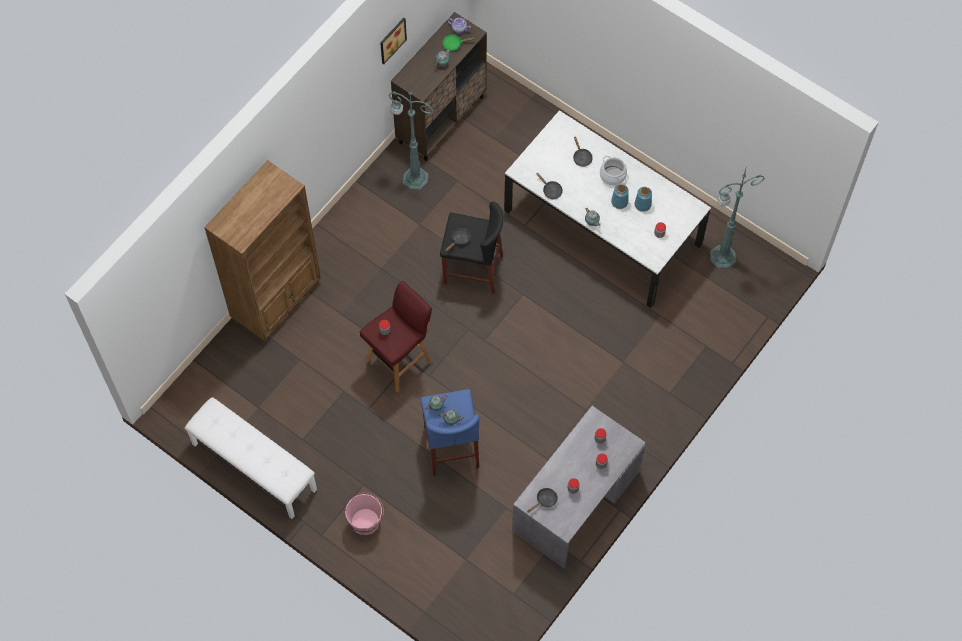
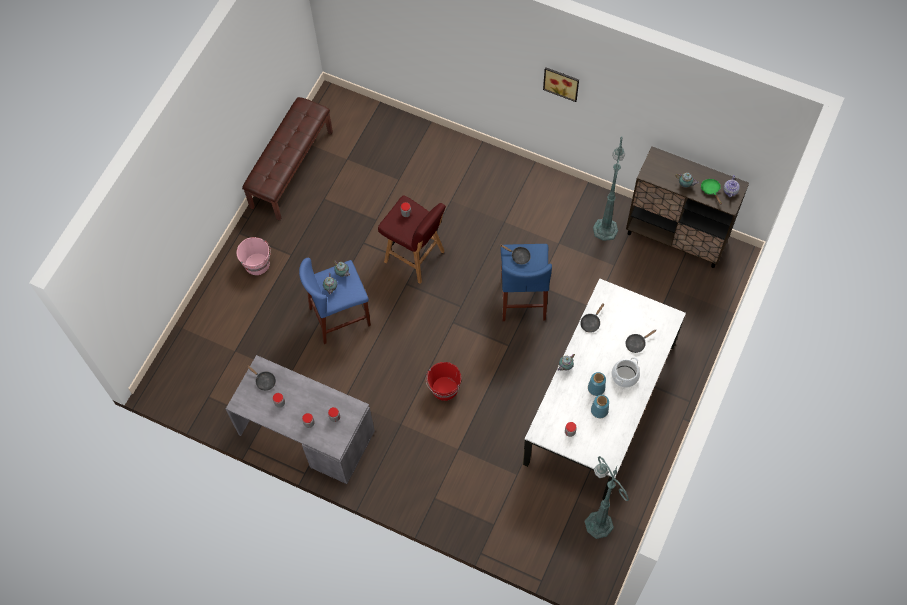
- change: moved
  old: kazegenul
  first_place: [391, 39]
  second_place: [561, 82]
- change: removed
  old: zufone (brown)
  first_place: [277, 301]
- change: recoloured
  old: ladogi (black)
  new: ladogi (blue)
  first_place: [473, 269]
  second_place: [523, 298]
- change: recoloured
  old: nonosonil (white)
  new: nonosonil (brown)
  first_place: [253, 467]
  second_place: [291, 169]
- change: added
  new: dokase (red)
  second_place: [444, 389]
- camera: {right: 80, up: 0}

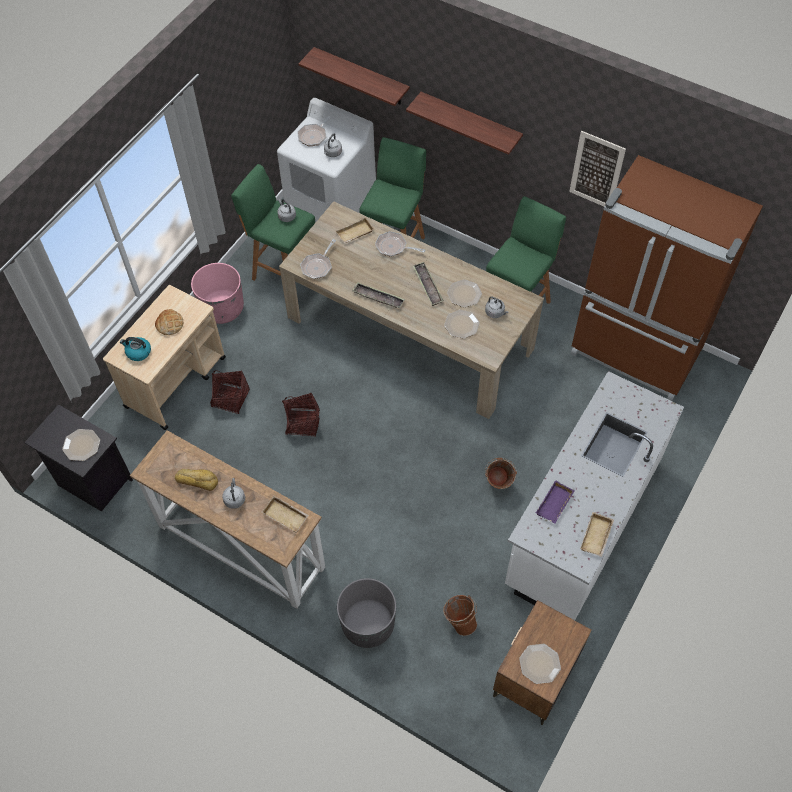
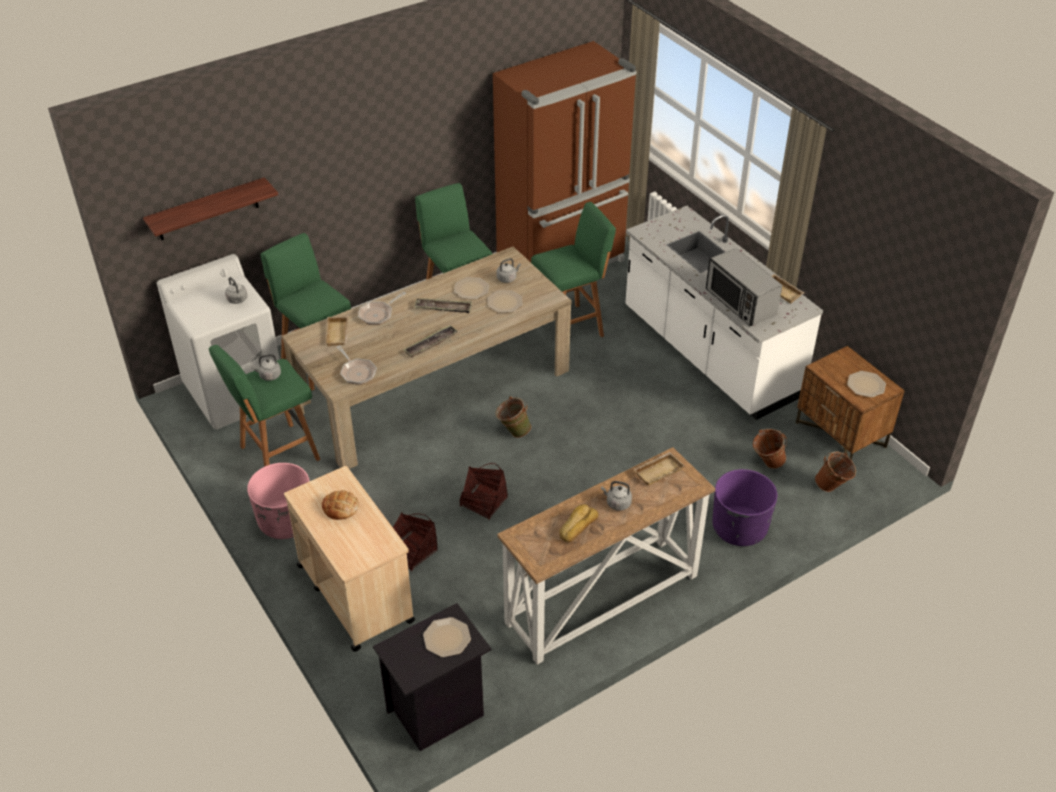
- change: removed
  old: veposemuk
  first_place: [470, 122]
- change: removed
  old: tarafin
  first_place: [314, 135]
- change: removed
  old: kazegenul
  first_place: [596, 170]
- change: removed
  old: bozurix
  first_place: [138, 352]
- change: moved
  old: dokase (brown)
  first_place: [498, 485]
  second_place: [832, 488]
- change: replaced
  old: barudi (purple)
  new: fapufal
  first_place: [555, 505]
  second_place: [740, 302]
- change: recoloured
  old: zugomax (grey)
  new: zugomax (purple)
  first_place: [368, 624]
  second_place: [739, 528]
- change: added
  new: ladogi (green)
  second_place: [570, 327]
- change: added
  new: dokase (green)
  second_place: [513, 432]
- camera: {right: -65, up: -15}

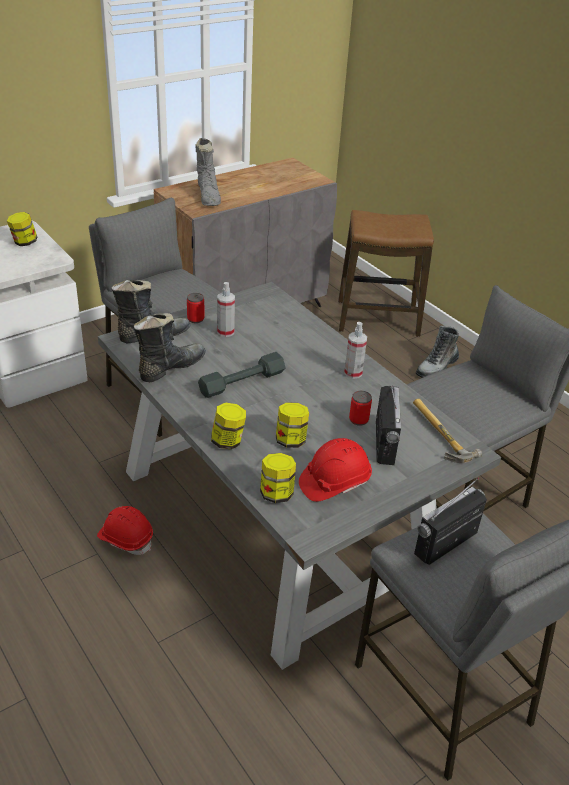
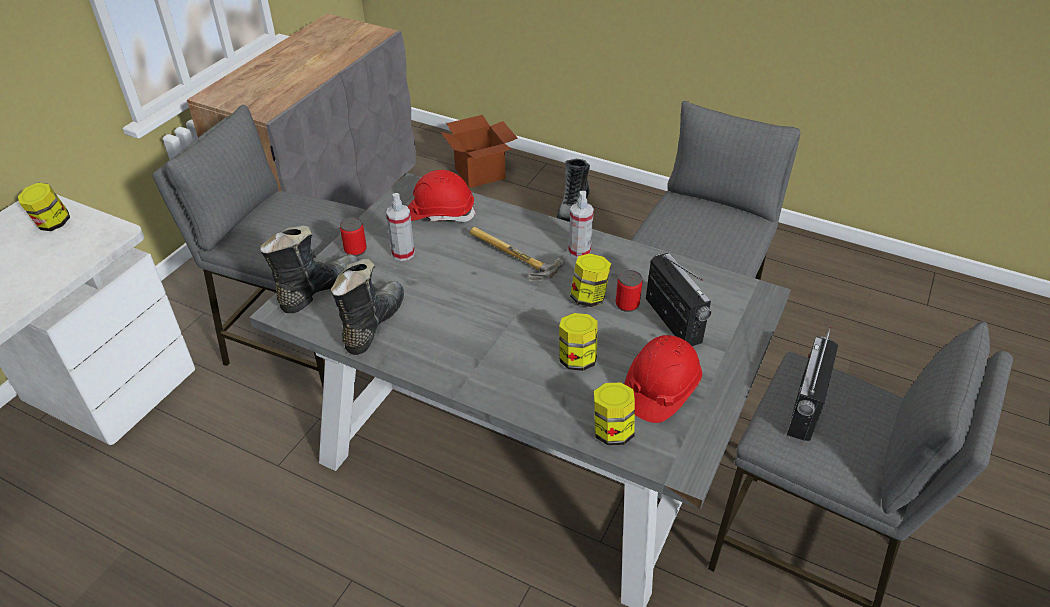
- change: removed
  old: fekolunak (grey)
  first_place: [209, 197]
- change: replaced
  old: ladogi
  new: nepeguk
  first_place: [377, 319]
  second_place: [480, 174]
- change: removed
  old: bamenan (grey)
  first_place: [242, 382]
- change: moved
  old: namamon
  first_place: [437, 435]
  second_place: [510, 259]
- change: moved
  old: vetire
  first_place: [228, 441]
  second_place: [589, 297]
- change: moved
  old: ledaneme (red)
  first_place: [126, 538]
  second_place: [439, 213]
- camera: {right: -25, up: 5}

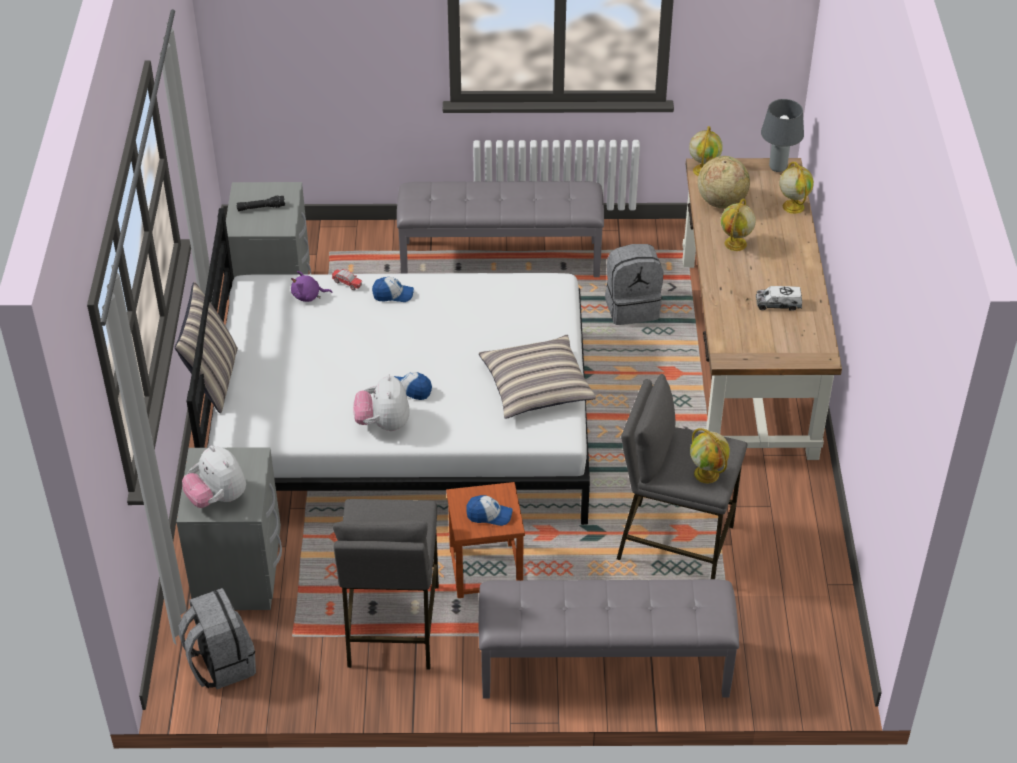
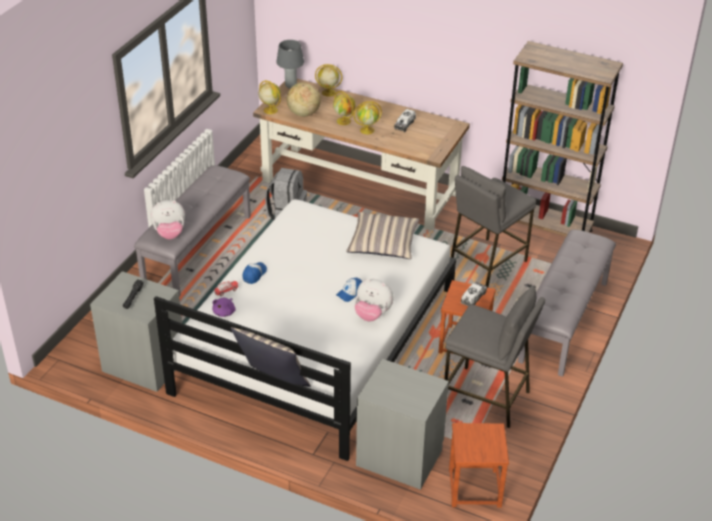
- change: moved
  old: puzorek
  first_place: [707, 474]
  second_place: [367, 130]
- change: moved
  old: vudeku
  first_place: [217, 498]
  second_place: [169, 234]
- change: replaced
  old: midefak
  new: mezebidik
  first_place: [489, 515]
  second_place: [473, 298]
- change: replaced
  old: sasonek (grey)
  new: ladogi (brown)
  first_place: [220, 663]
  second_place: [474, 488]
- change: added
  new: zufone (brown)
  second_place: [544, 228]
- camera: {right: -65, up: -5}

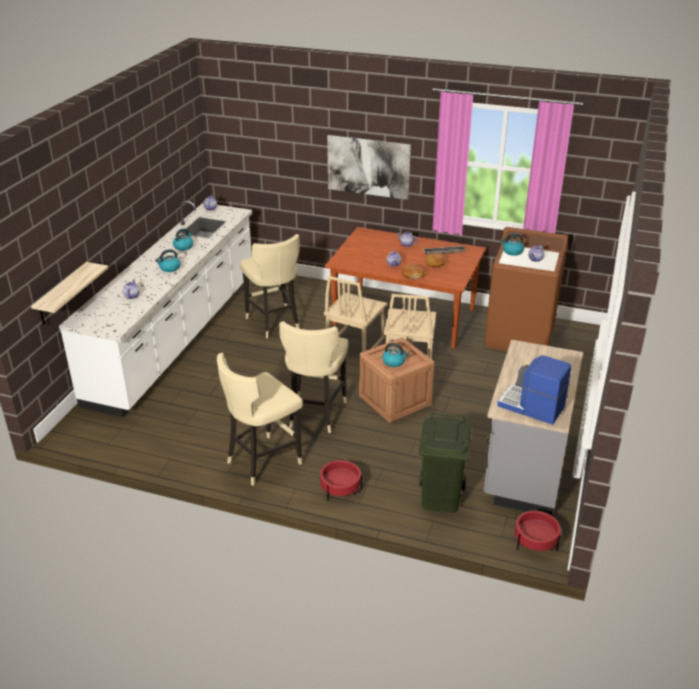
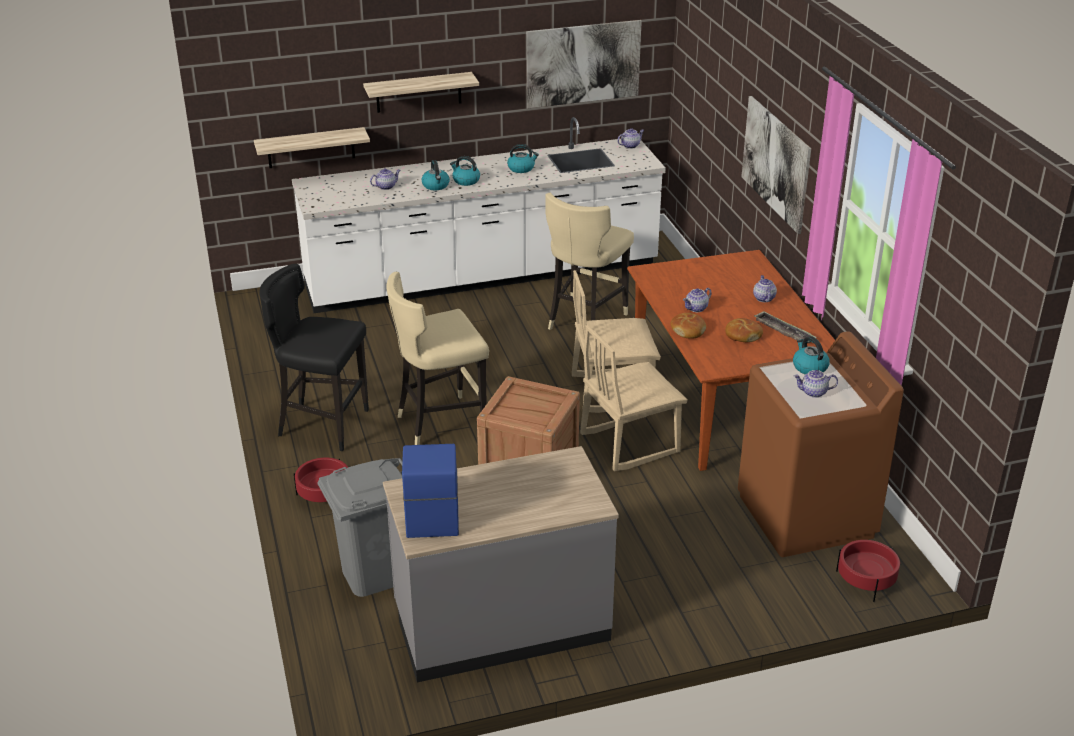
- change: moved
  old: bozurix
  first_place: [394, 362]
  second_place: [436, 186]
- change: recoloured
  old: ladogi (beige)
  new: ladogi (black)
  first_place: [262, 461]
  second_place: [322, 425]
- change: recoloured
  old: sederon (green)
  new: sederon (grey)
  first_place: [439, 497]
  second_place: [373, 574]
- change: moved
  old: zugomax (red)
  first_place: [535, 541]
  second_place: [866, 580]
- change: added
  new: kazegenul
  second_place: [583, 63]
- change: added
  new: veposemuk
  second_place: [418, 92]
- camera: {right: 55, up: 0}

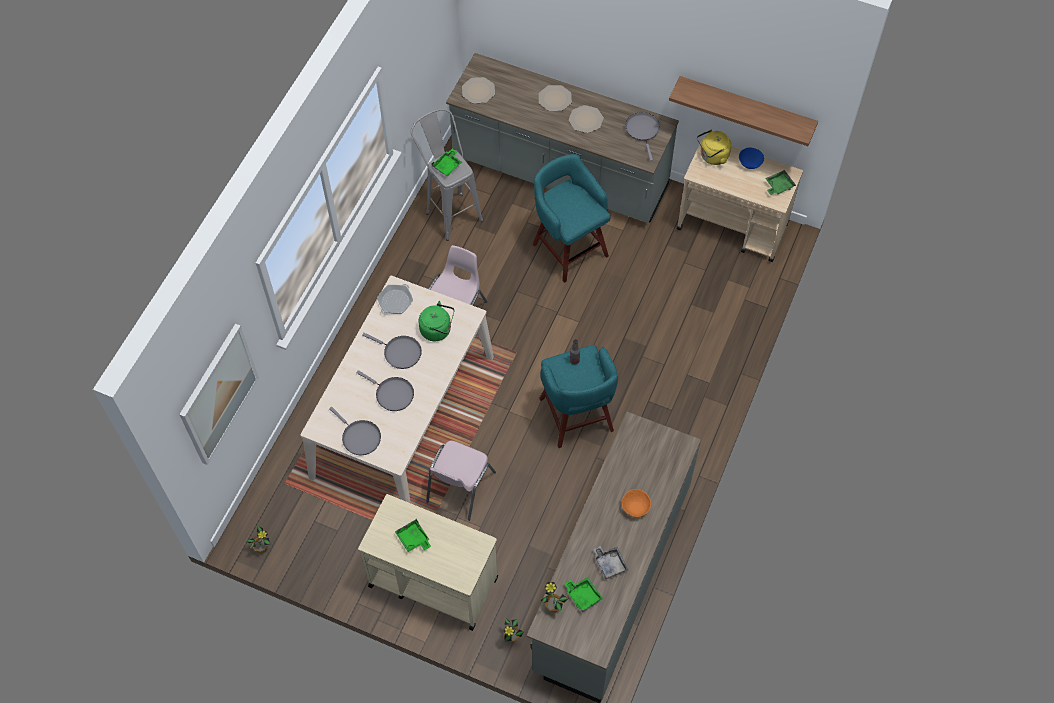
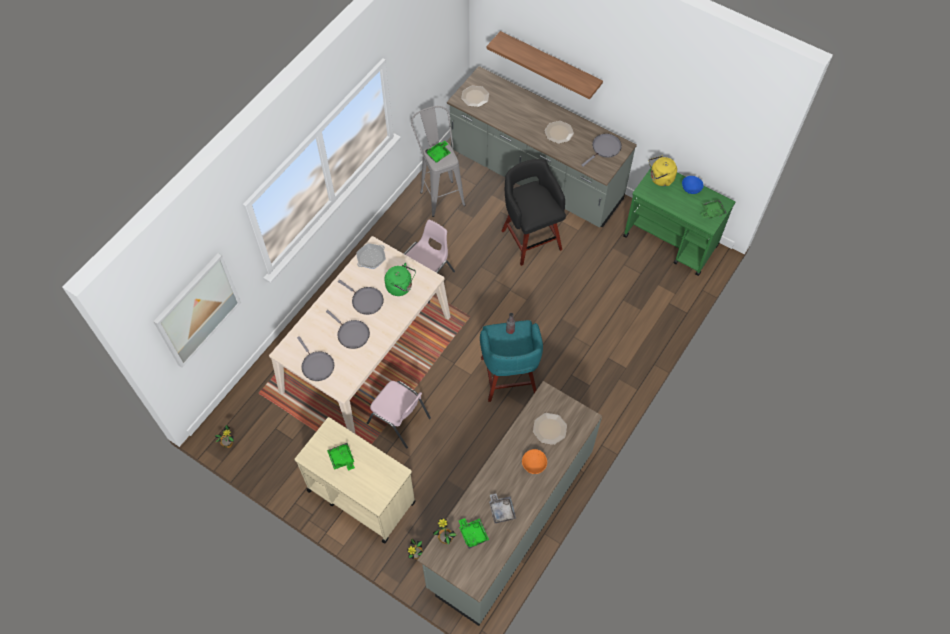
- change: moved
  old: veposemuk
  first_place: [746, 107]
  second_place: [550, 64]
- change: moved
  old: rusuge
  first_place: [555, 98]
  second_place: [549, 428]
- change: turned
  old: tarafin (grey)
  first_place: [643, 130]
  second_place: [605, 148]
  degrees: 45
- change: recoloured
  old: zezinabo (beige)
  new: zezinabo (green)
  first_place: [733, 226]
  second_place: [671, 241]
- change: recoloured
  old: ladogi (turquoise)
  new: ladogi (black)
  first_place: [569, 248]
  second_place: [530, 238]
- change: turned
  old: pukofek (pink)
  first_place: [459, 488]
  second_place: [399, 421]
  degrees: -90
- camera: {right: 10, up: 0}

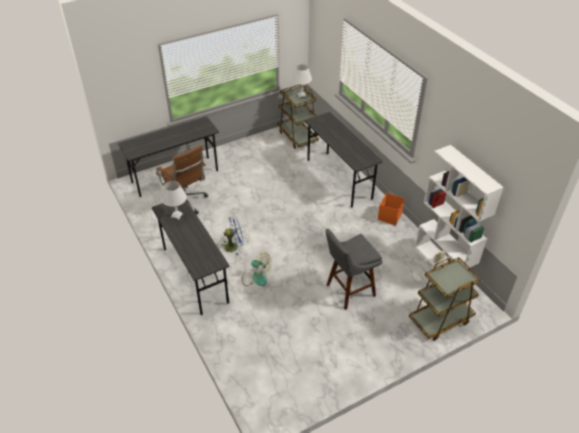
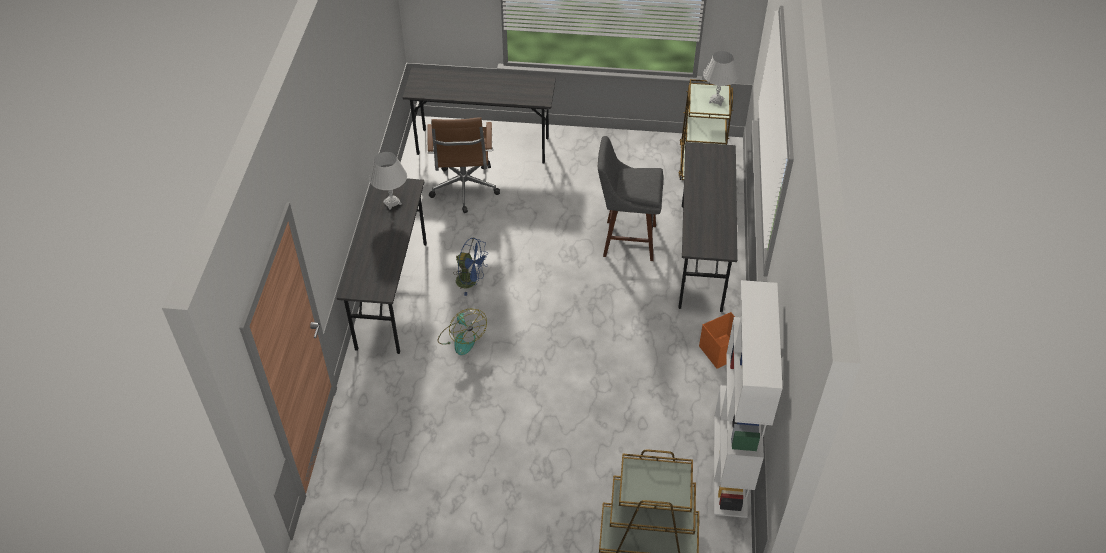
- change: moved
  old: ladogi (grey)
  first_place: [348, 291]
  second_place: [626, 240]
- camera: {right: 35, up: 5}

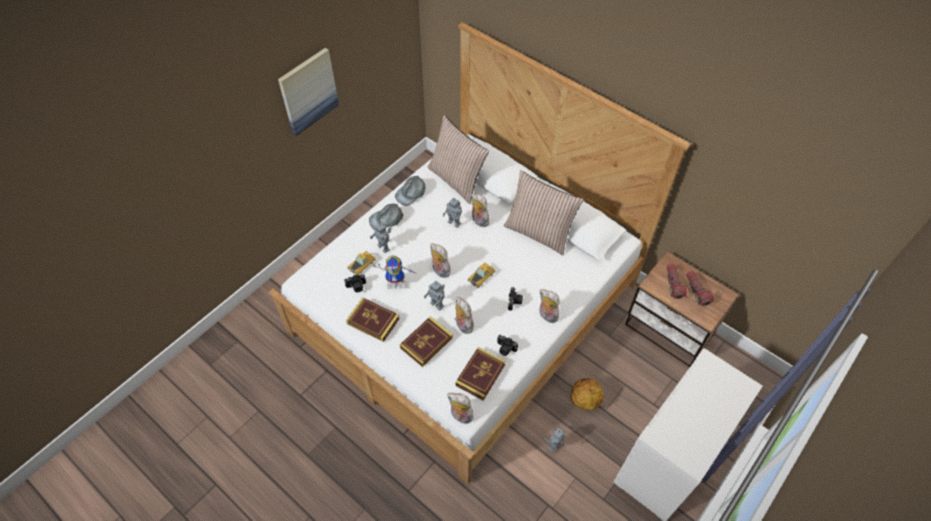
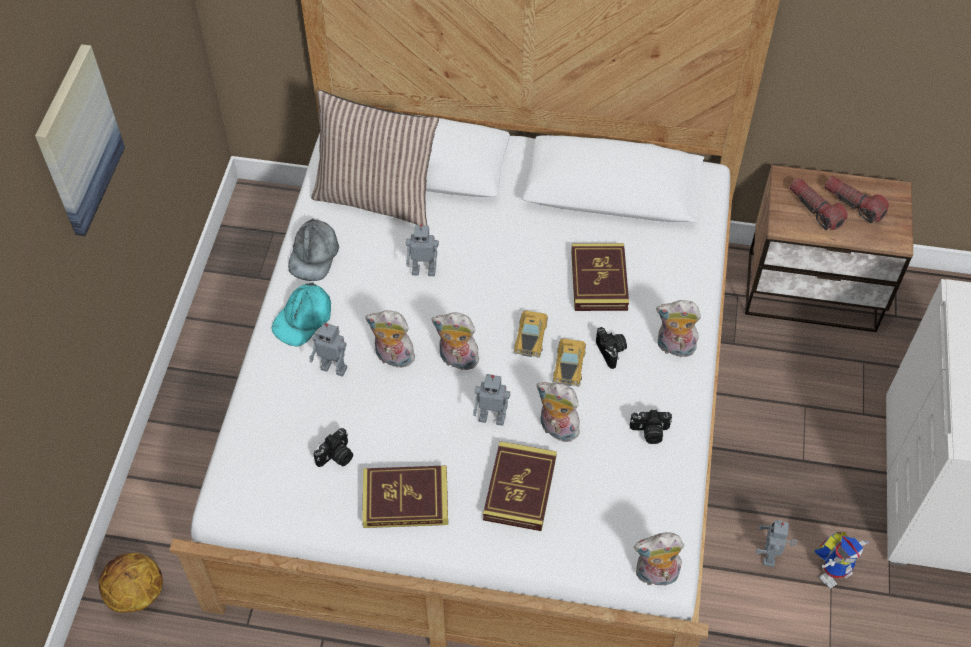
- change: removed
  old: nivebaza
  first_place: [539, 232]
- change: moved
  old: vudeku
  first_place: [478, 221]
  second_place: [393, 358]
- change: recoloured
  old: midefak (grey)
  new: midefak (turquoise)
  first_place: [386, 219]
  second_place: [303, 318]
- change: moved
  old: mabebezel
  first_place: [362, 264]
  second_place: [569, 364]
- change: moved
  old: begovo
  first_place: [397, 282]
  second_place: [834, 570]
- change: moved
  old: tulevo
  first_place: [480, 375]
  second_place: [599, 280]
- change: moved
  old: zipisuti
  first_place: [584, 400]
  second_place: [136, 595]
- camera: {right: -30, up: 0}

